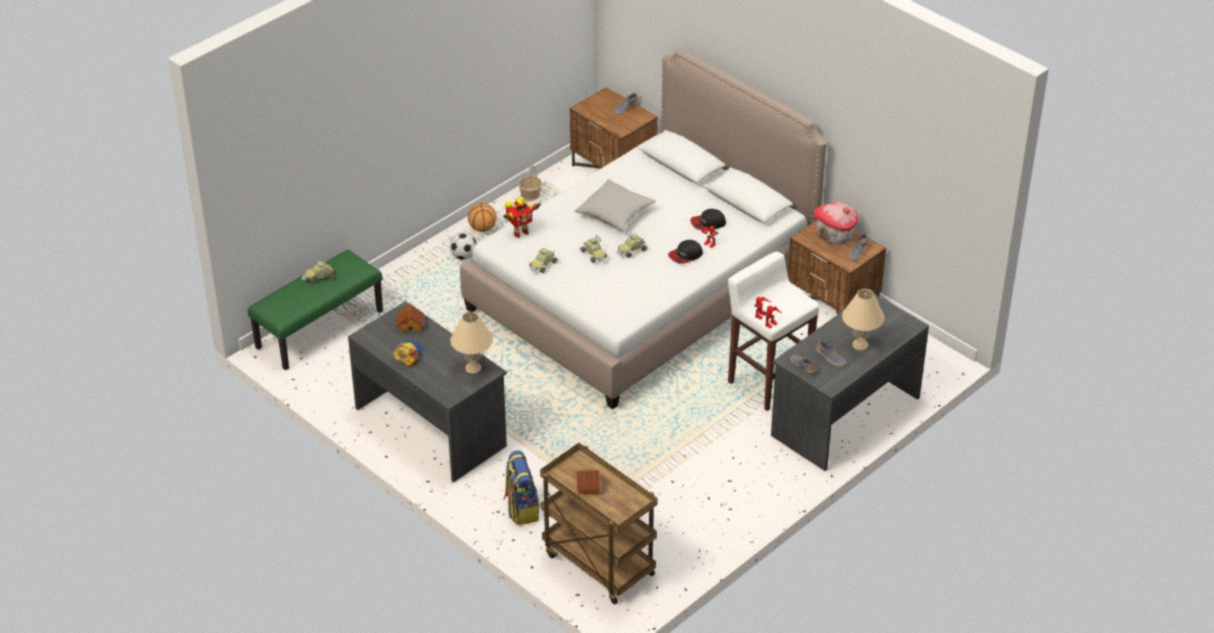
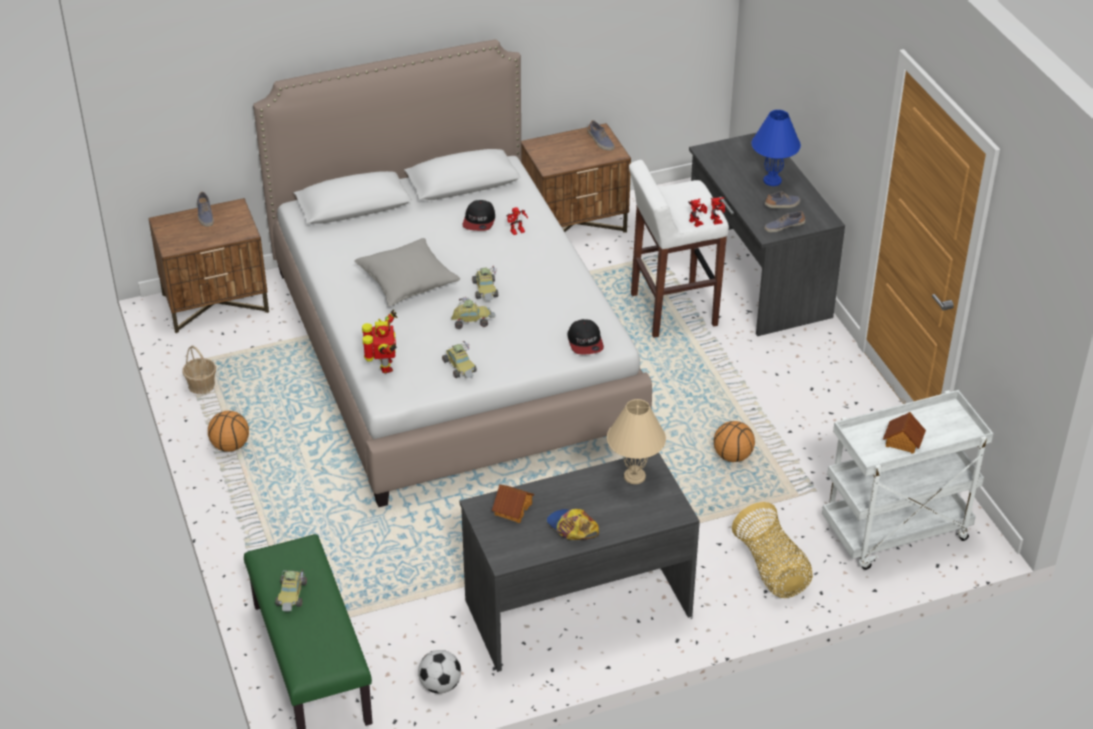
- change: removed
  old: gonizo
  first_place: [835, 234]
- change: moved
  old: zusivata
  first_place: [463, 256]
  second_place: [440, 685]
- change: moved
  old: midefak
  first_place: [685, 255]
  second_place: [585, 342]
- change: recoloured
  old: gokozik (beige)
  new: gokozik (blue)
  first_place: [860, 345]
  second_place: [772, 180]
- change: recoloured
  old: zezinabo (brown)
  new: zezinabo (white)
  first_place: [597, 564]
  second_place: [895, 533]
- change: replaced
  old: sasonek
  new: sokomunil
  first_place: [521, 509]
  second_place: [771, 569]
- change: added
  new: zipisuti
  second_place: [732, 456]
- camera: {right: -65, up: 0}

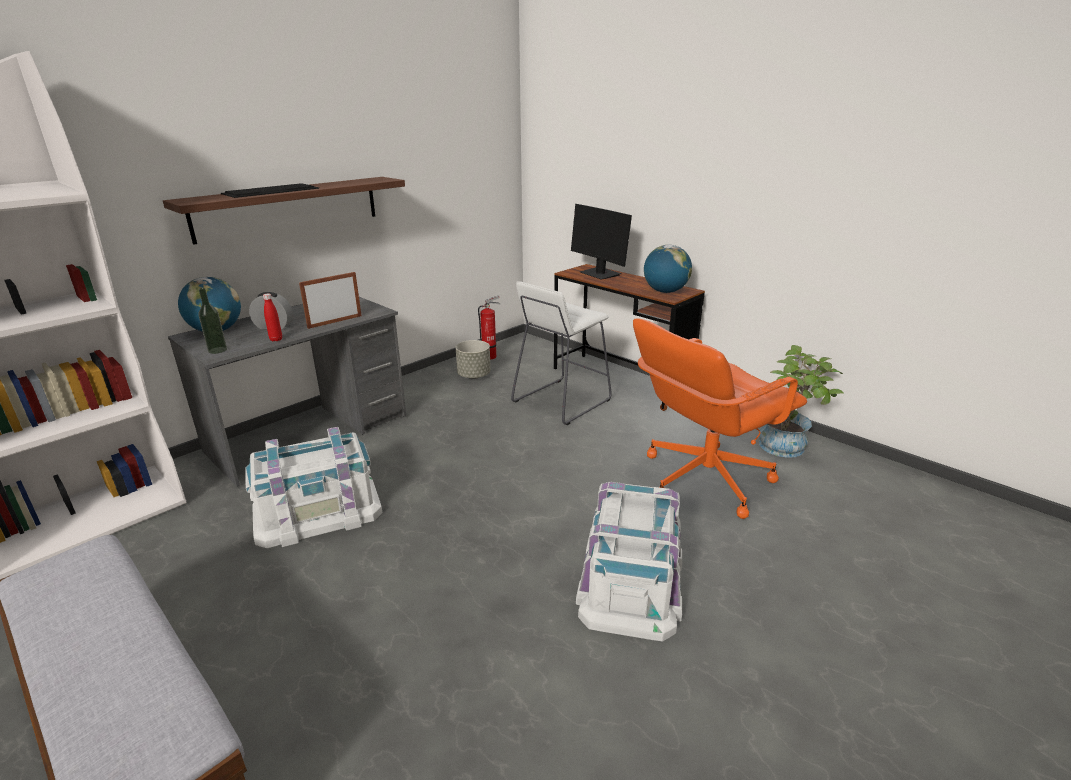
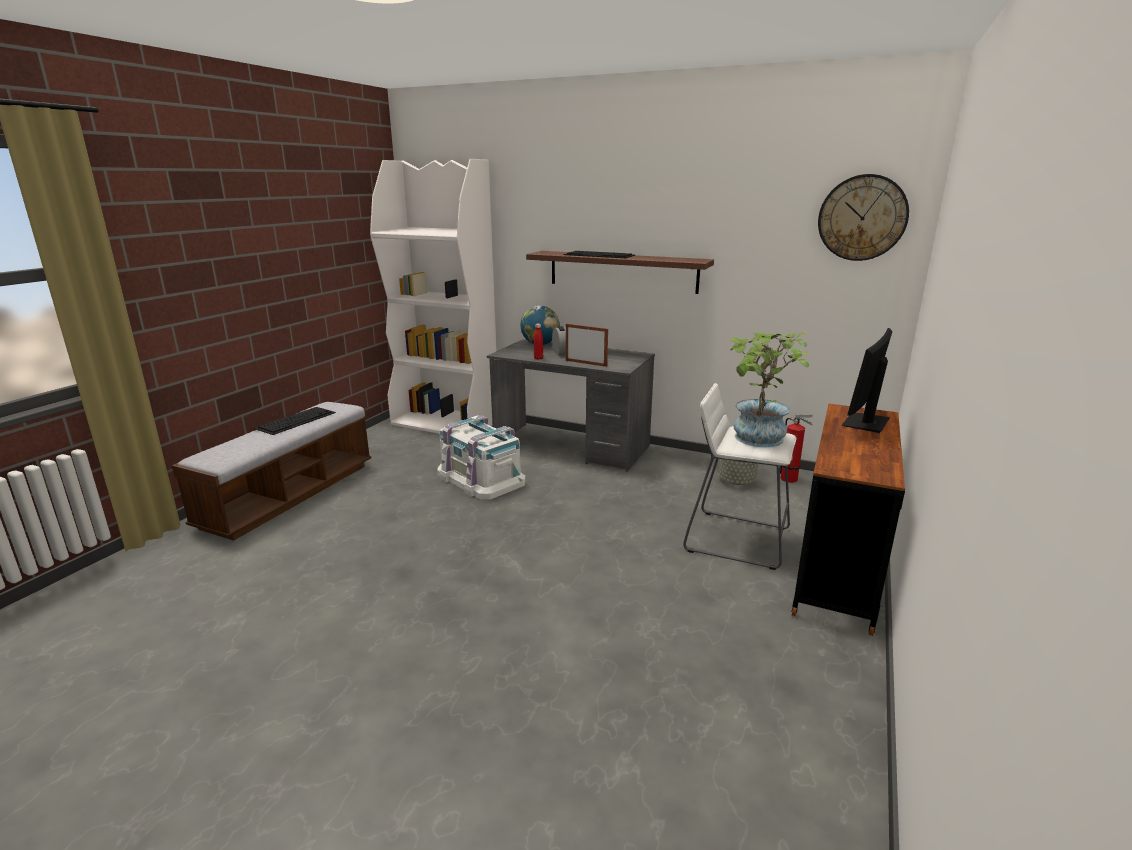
- change: removed
  old: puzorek
  first_place: [665, 291]
- change: removed
  old: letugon
  first_place: [217, 350]
- change: removed
  old: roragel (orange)
  first_place: [704, 479]
- change: moved
  old: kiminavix
  first_place: [788, 448]
  second_place: [757, 440]
- change: removed
  old: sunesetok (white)
  first_place: [631, 581]
- change: added
  new: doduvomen
  second_place: [862, 218]
- change: added
  new: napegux
  second_place: [296, 420]
- camera: {right: 70, up: -5}

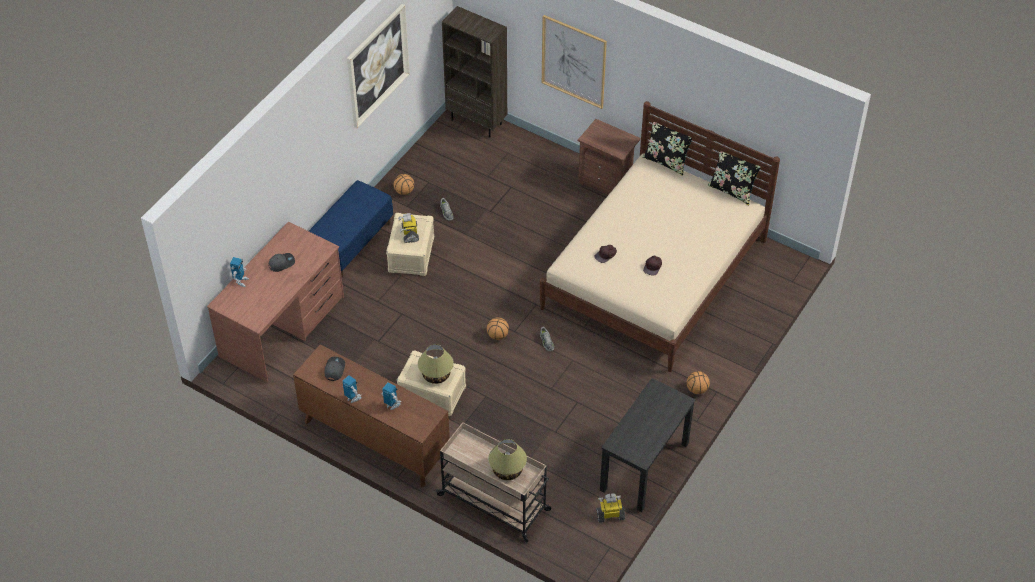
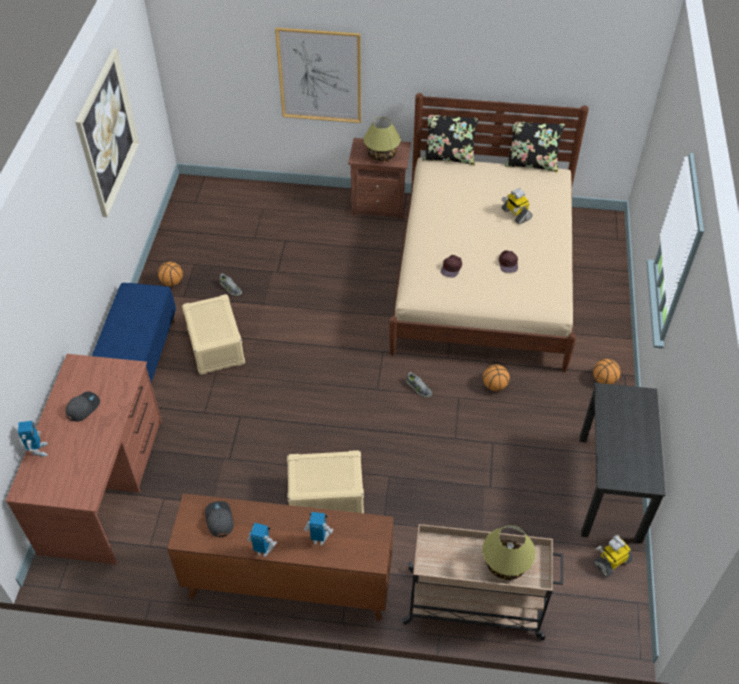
- change: removed
  old: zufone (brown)
  first_place: [477, 122]
- change: moved
  old: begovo
  first_place: [409, 233]
  second_place: [515, 214]
- change: moved
  old: zipisuti
  first_place: [497, 335]
  second_place: [494, 386]
- change: moved
  old: gokozik
  first_place: [436, 375]
  second_place: [381, 155]
- camera: {right: -25, up: 0}

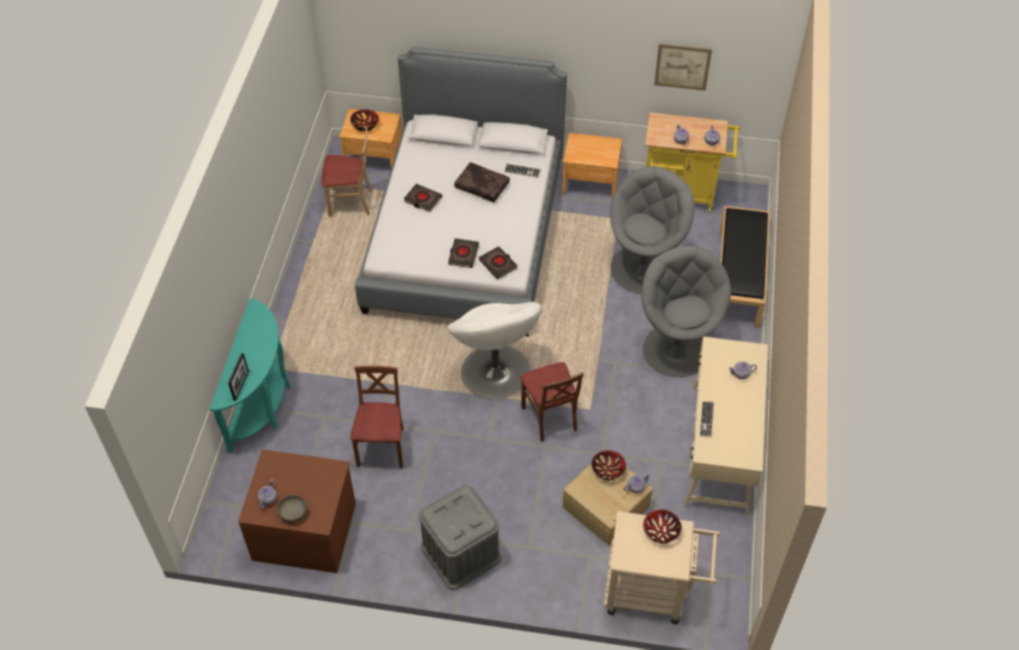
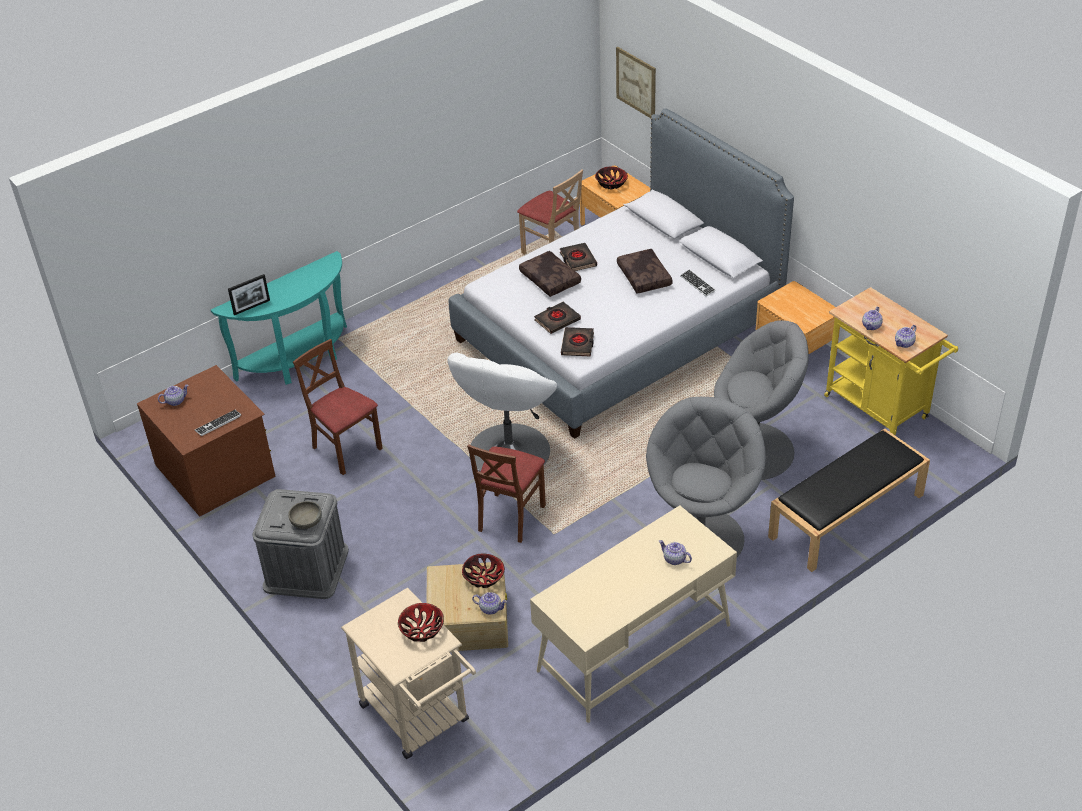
- change: moved
  old: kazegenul
  first_place: [682, 66]
  second_place: [636, 82]
- change: turned
  old: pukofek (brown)
  first_place: [382, 447]
  second_place: [346, 449]
  degrees: -90
- change: moved
  old: napegux
  first_place: [706, 419]
  second_place: [218, 423]
- change: moved
  old: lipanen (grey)
  first_place: [293, 513]
  second_place: [306, 522]
- change: added
  new: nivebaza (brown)
  second_place: [551, 279]
- camera: {right: 45, up: -10}

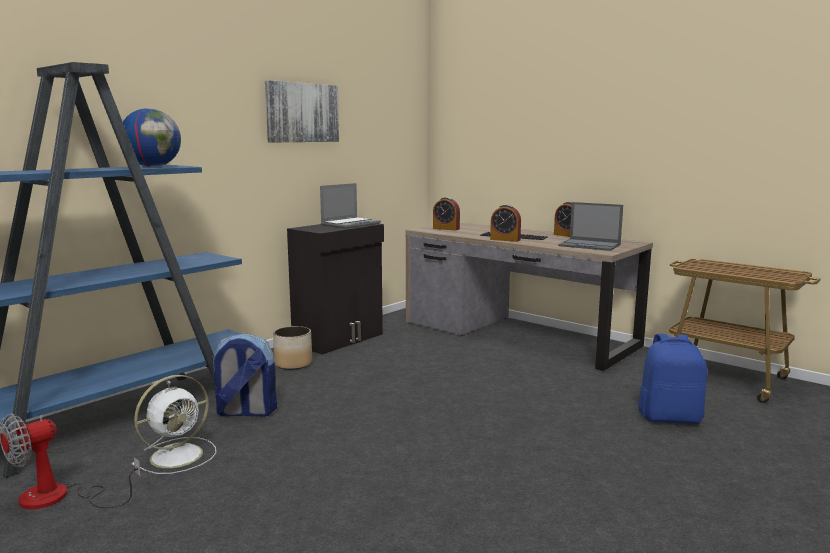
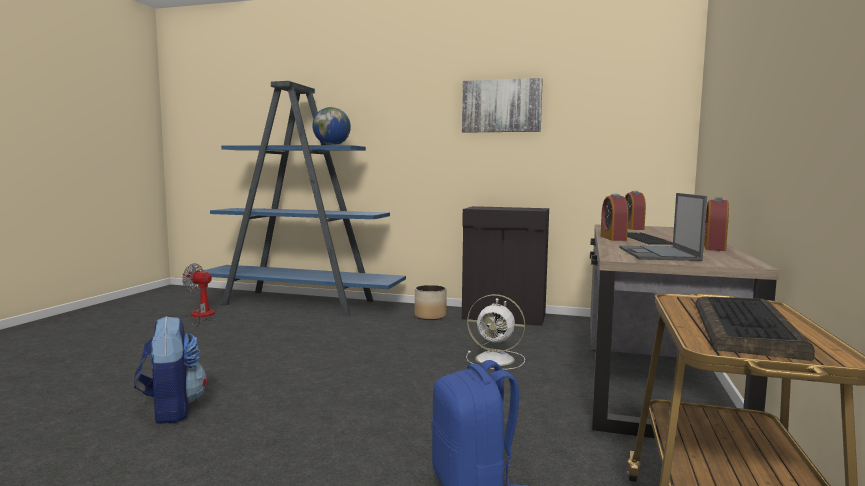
- change: removed
  old: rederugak
  first_place: [351, 224]
- change: moved
  old: sasonek
  first_place: [245, 412]
  second_place: [171, 410]
- change: moved
  old: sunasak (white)
  first_place: [179, 455]
  second_place: [496, 359]
- change: added
  new: napegux
  second_place: [746, 329]
- camera: {right: 65, up: -5}

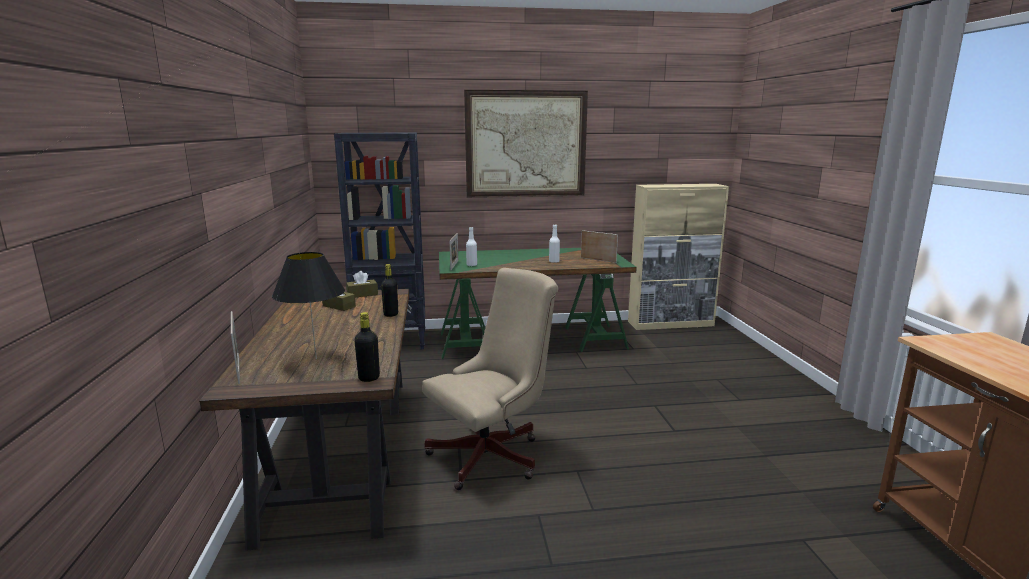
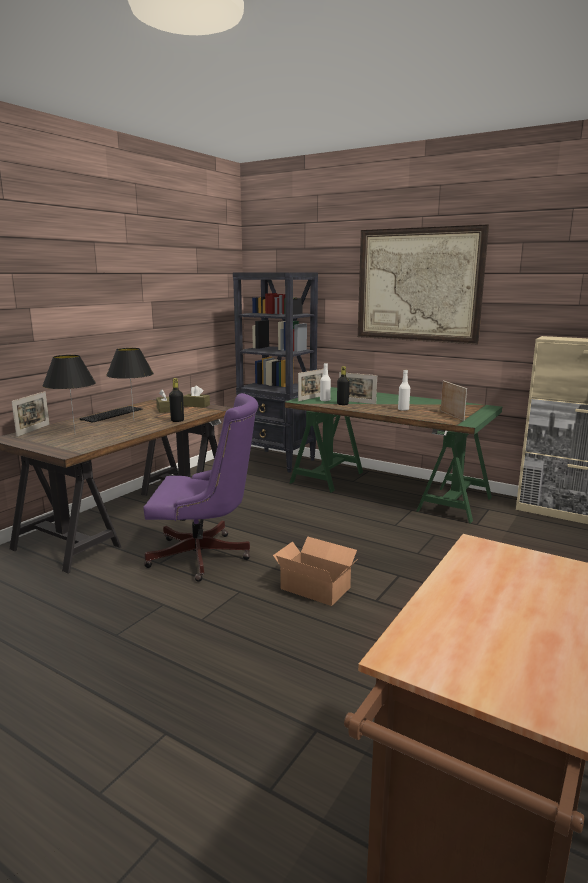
- change: recoloured
  old: roragel (beige)
  new: roragel (purple)
  first_place: [493, 455]
  second_place: [205, 557]
- change: moved
  old: letugon (black)
  first_place: [369, 378]
  second_place: [342, 404]
- change: added
  new: gokozik (black)
  second_place: [133, 421]
- change: added
  new: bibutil
  second_place: [357, 402]
- change: added
  new: napegux
  second_place: [111, 414]
- change: added
  new: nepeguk
  second_place: [315, 586]
- camera: {right: 40, up: 0}

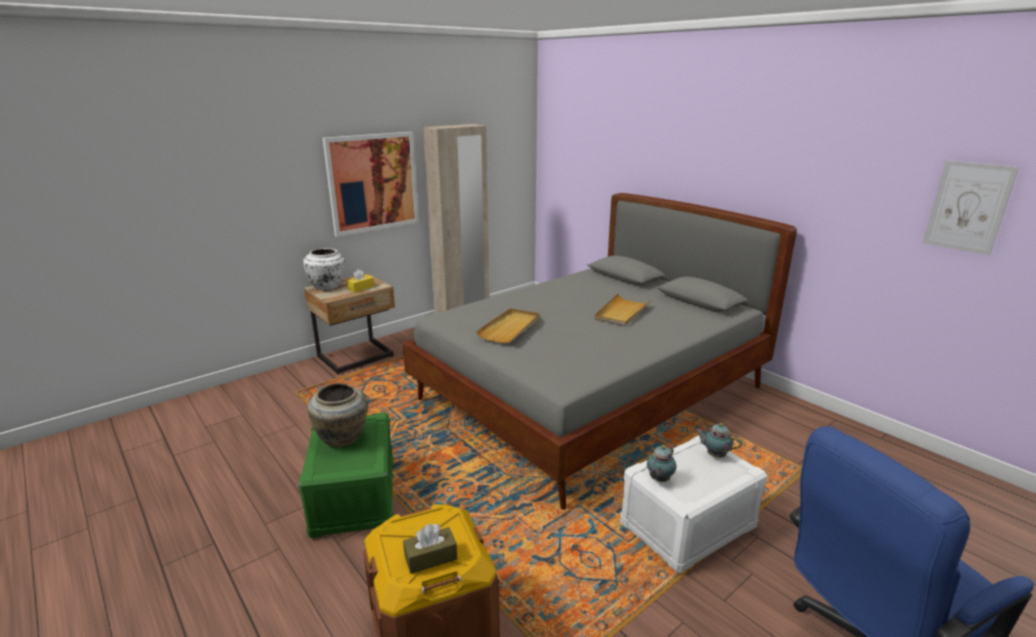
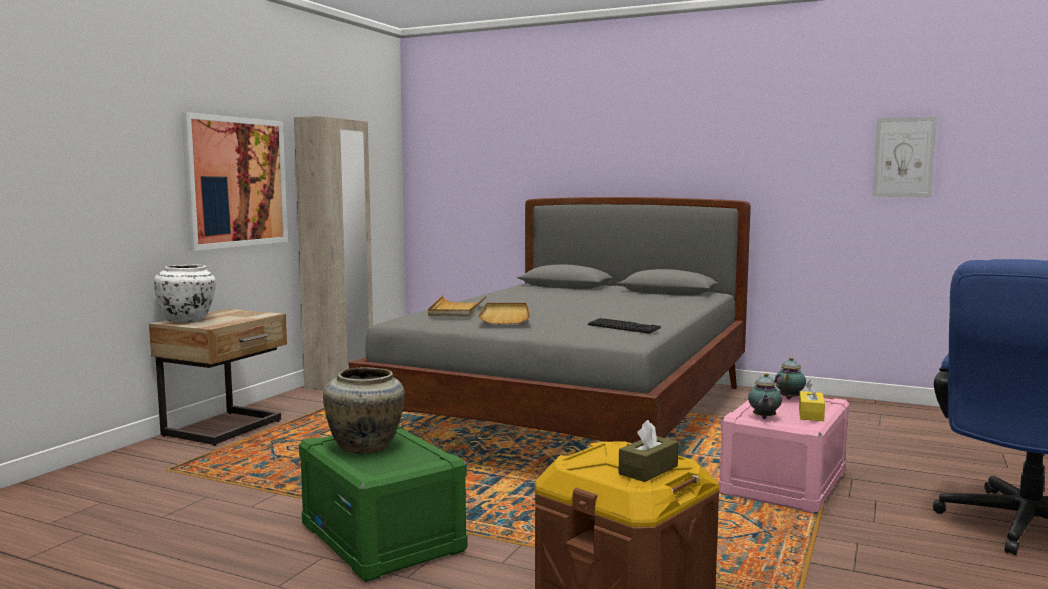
- change: moved
  old: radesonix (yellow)
  first_place: [361, 288]
  second_place: [811, 414]
- change: moved
  old: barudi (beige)
  first_place: [622, 312]
  second_place: [456, 309]
- change: turned
  old: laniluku
  first_place: [714, 455]
  second_place: [790, 398]
  degrees: 120
- change: recoloured
  old: sunesetok (white)
  new: sunesetok (pink)
  first_place: [687, 526]
  second_place: [784, 484]
- change: added
  new: napegux
  second_place: [623, 327]
- camera: {right: -25, up: -15}

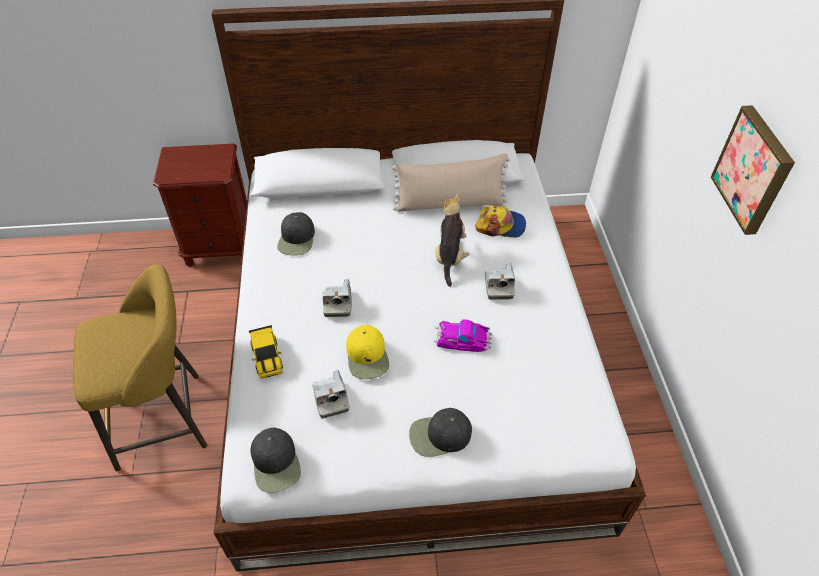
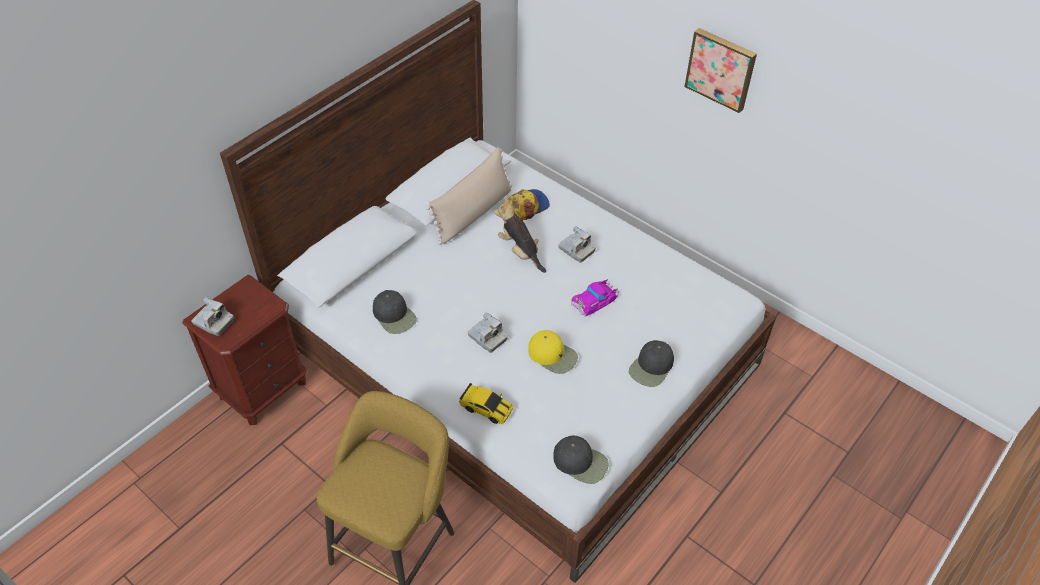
- change: moved
  old: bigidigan
  first_place: [330, 399]
  second_place: [213, 322]
- camera: {right: -45, up: 0}

